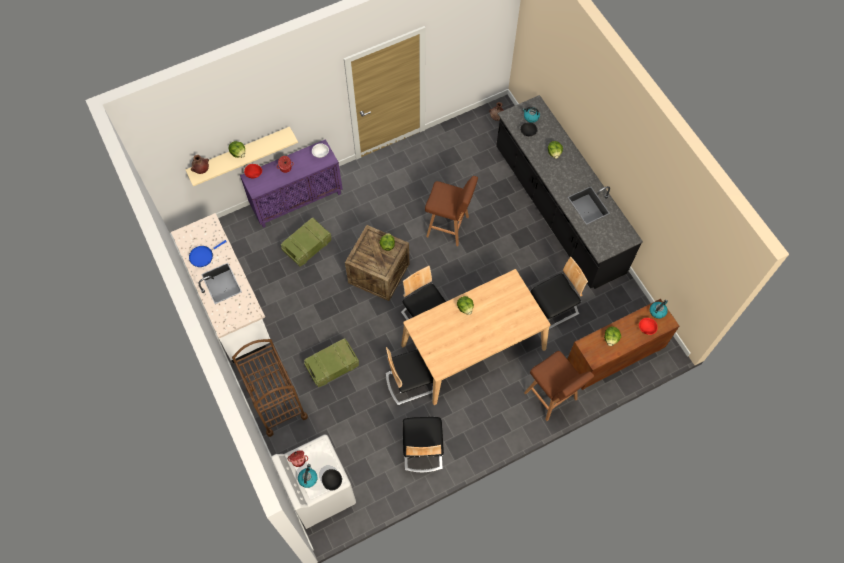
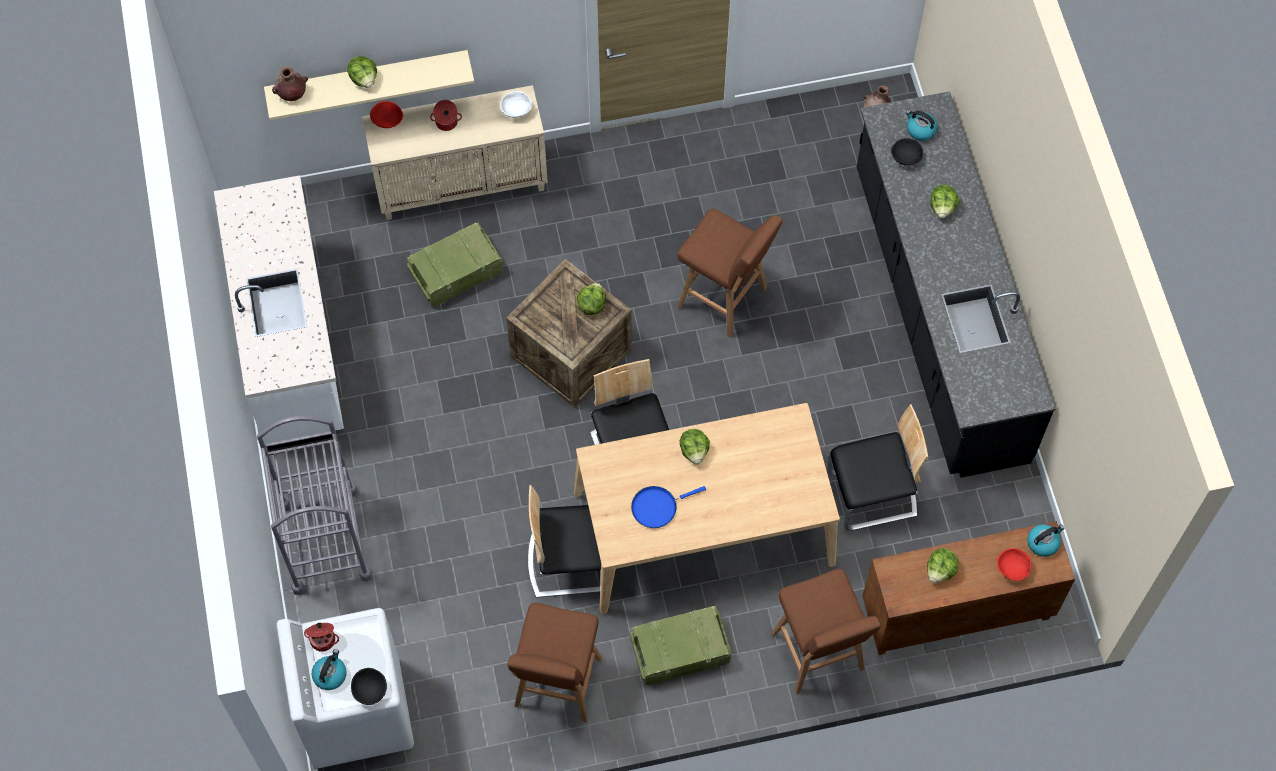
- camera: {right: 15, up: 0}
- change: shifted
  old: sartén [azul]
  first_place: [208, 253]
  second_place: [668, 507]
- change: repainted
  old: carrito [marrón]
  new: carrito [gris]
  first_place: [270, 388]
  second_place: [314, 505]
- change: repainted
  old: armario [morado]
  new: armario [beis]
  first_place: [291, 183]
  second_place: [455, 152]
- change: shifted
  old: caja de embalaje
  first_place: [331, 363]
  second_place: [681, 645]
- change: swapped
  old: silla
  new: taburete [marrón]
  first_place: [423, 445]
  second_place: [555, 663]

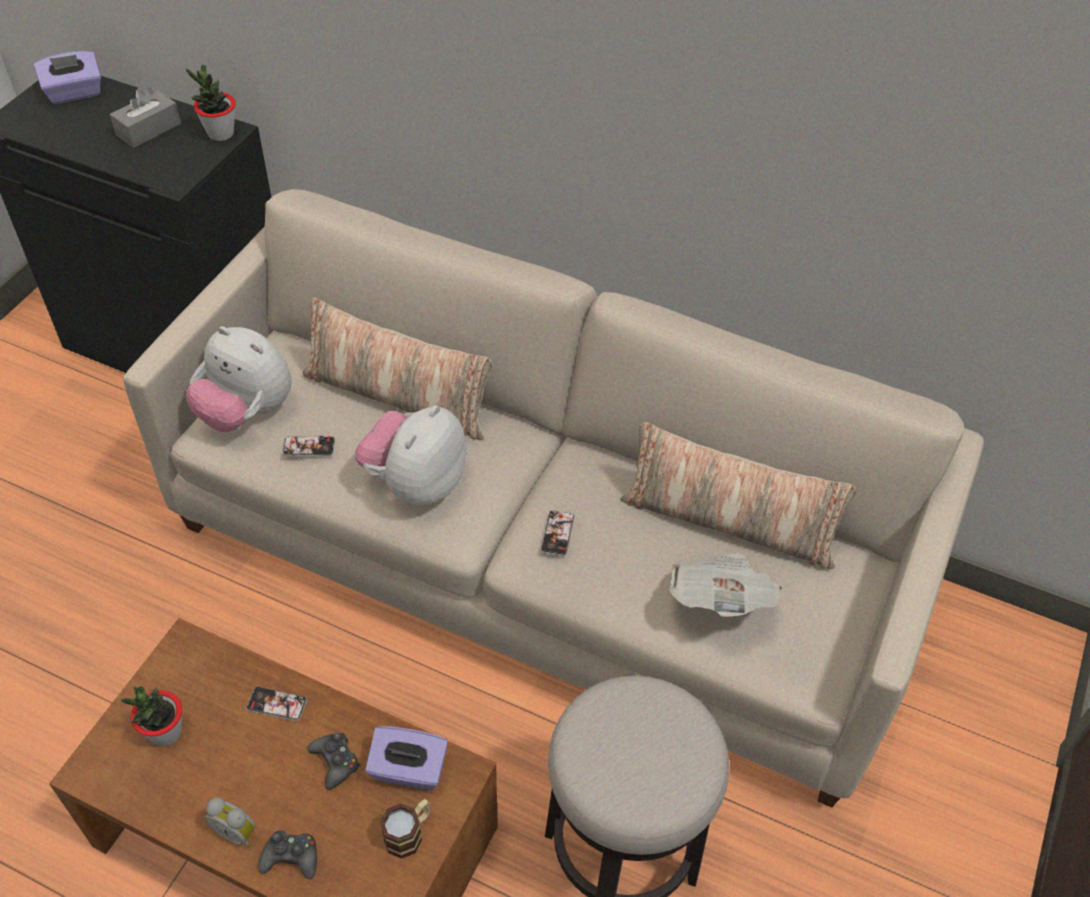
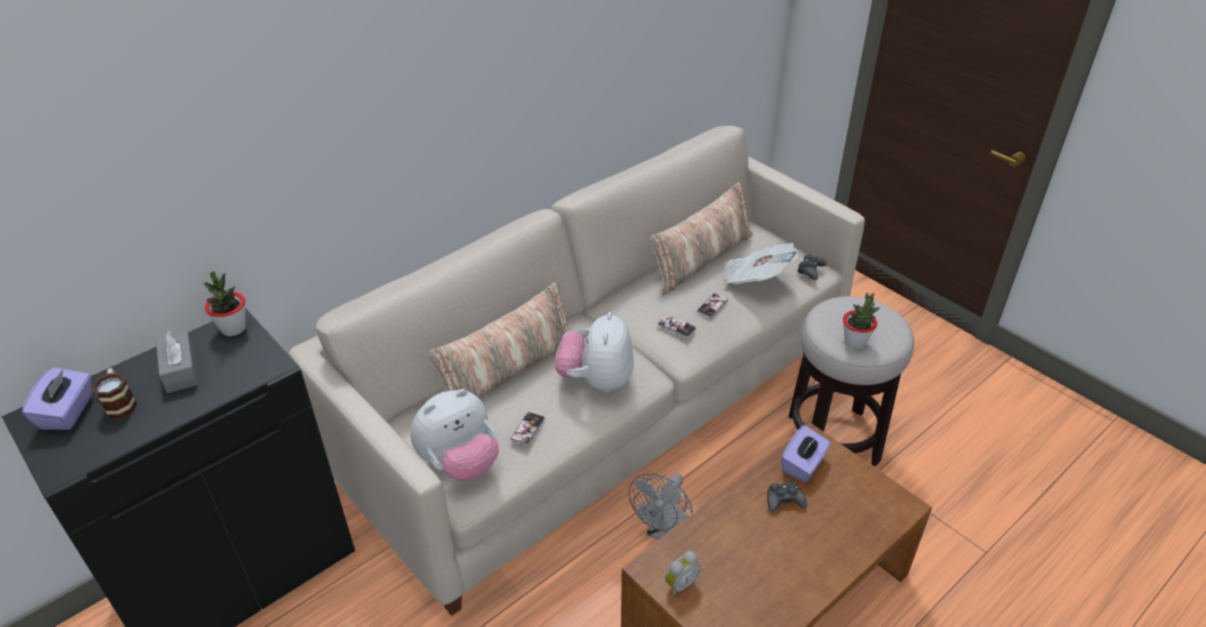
- camera: {right: -65, up: -10}
- change: shifted
  old: planta en maceta
  first_place: [151, 716]
  second_place: [861, 321]
- change: shifted
  old: despertador
  first_place: [230, 822]
  second_place: [682, 574]
- change: shifted
  old: móvil
  first_place: [276, 704]
  second_place: [712, 305]
- change: shifted
  old: mando de consola [negro]
  first_place: [287, 854]
  second_place: [812, 267]
- change: rotated
  old: peluche
  first_place: [411, 455]
  second_place: [594, 352]
  degrees: 45
- change: shifted
  old: taza grande
  first_place: [405, 829]
  second_place: [114, 393]
- change: new
  new: ventilador [gris]
  second_place: [660, 506]

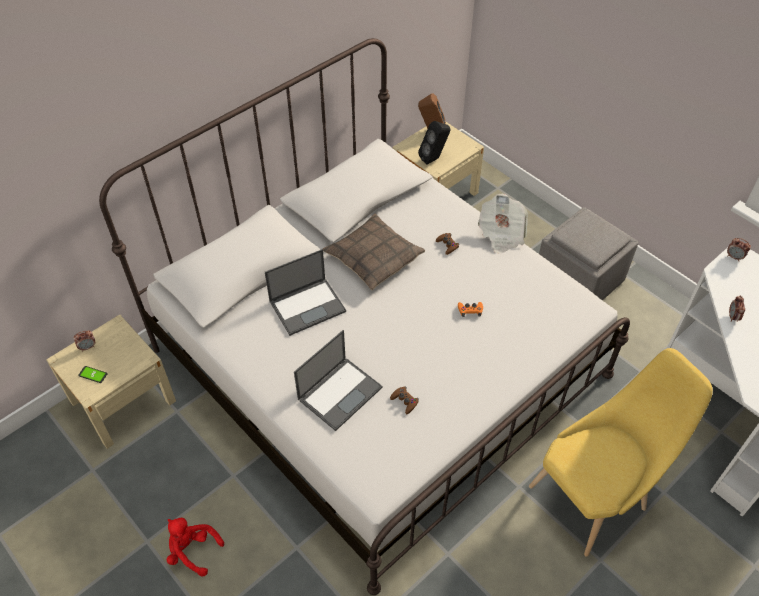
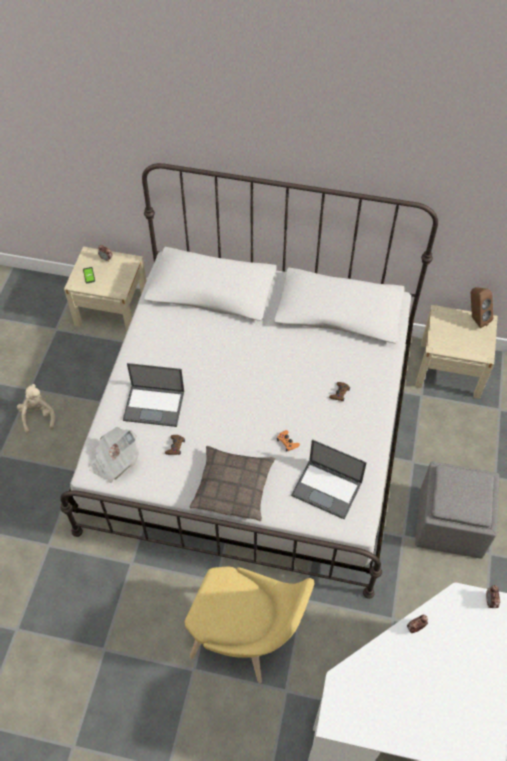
- camera: {right: 55, up: 5}
- change: repainted
  old: peluche [rojo]
  new: peluche [beis]
  first_place: [195, 547]
  second_place: [36, 408]
- change: shifted
  old: portátil
  first_place: [305, 292]
  second_place: [329, 479]
- change: shifted
  old: cojín
  first_place: [374, 251]
  second_place: [232, 483]
- change: gone
  old: altavoz [negro]
  first_place: [434, 143]
- change: shifted
  old: periódico
  first_place: [503, 224]
  second_place: [114, 455]

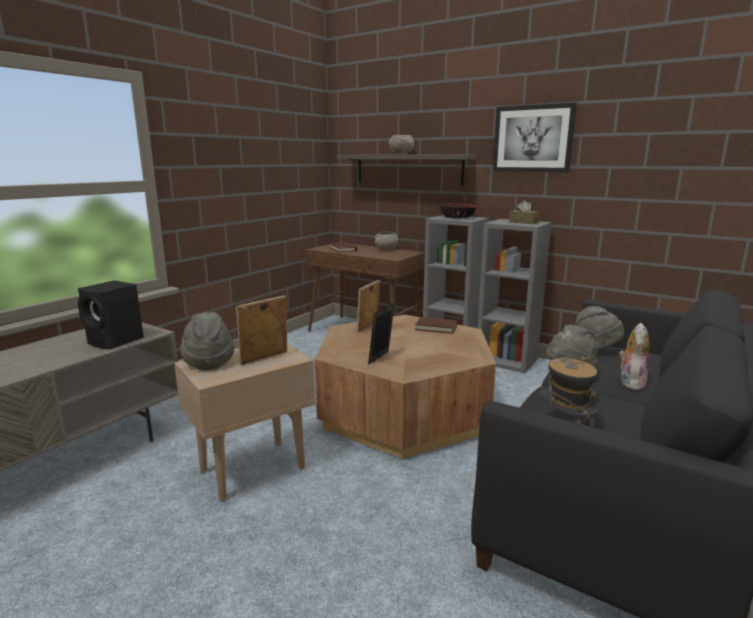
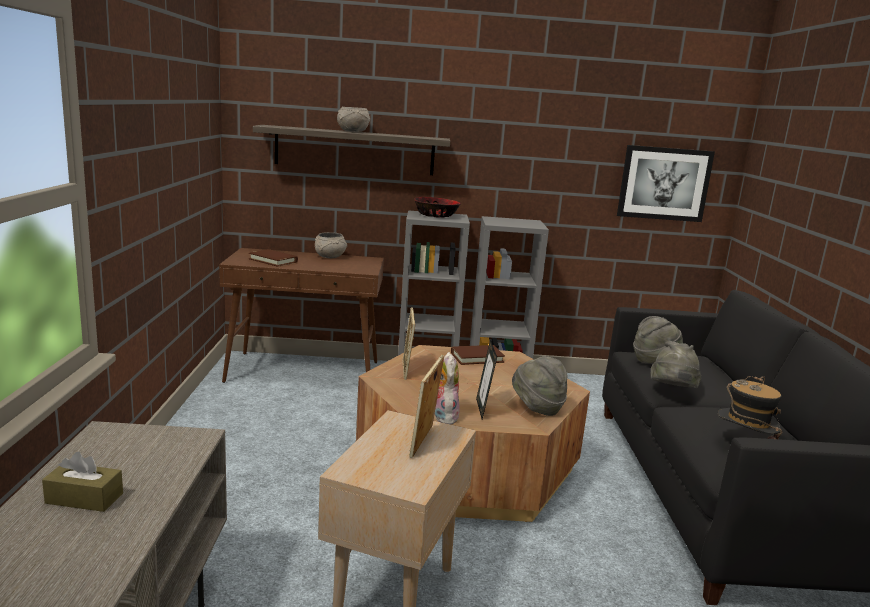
- camera: {right: -35, up: 0}
- change: gone
  old: altavoz [negro]
  first_place: [111, 315]
- change: shifted
  old: sombrero [gris]
  first_place: [207, 341]
  second_place: [539, 386]
- change: shifted
  old: cuadro
  first_place: [535, 137]
  second_place: [666, 183]
- change: shifted
  old: caja de pañuelos [marrón]
  first_place: [524, 212]
  second_place: [82, 482]
- change: shifted
  old: peluche
  first_place: [634, 356]
  second_place: [447, 388]

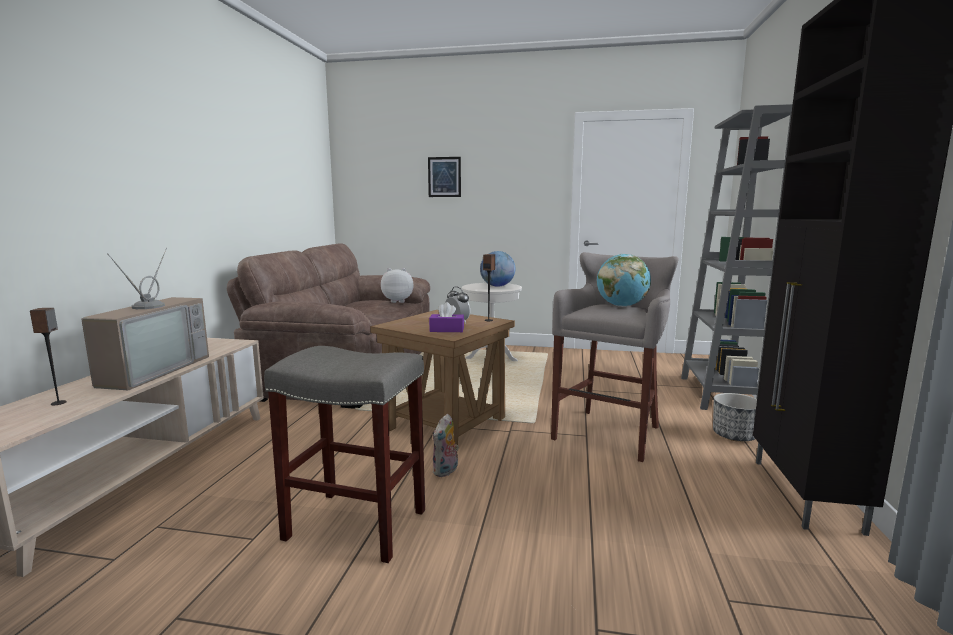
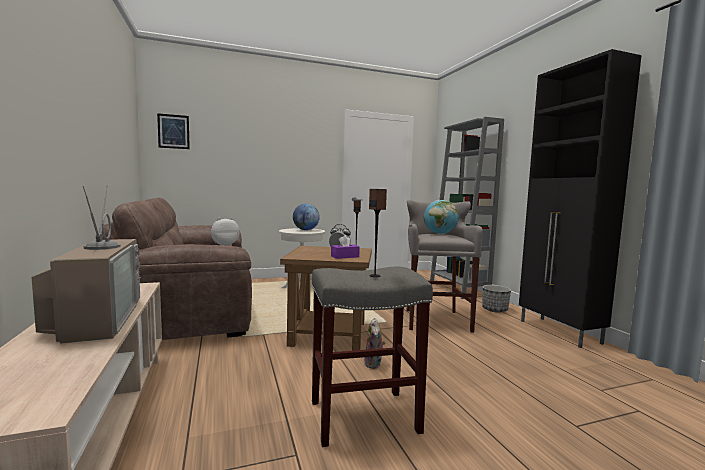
- camera: {right: -30, up: -5}
- change: shifted
  old: altavoz
  first_place: [48, 356]
  second_place: [378, 233]
- change: shifted
  old: cuadro
  first_place: [444, 177]
  second_place: [173, 131]

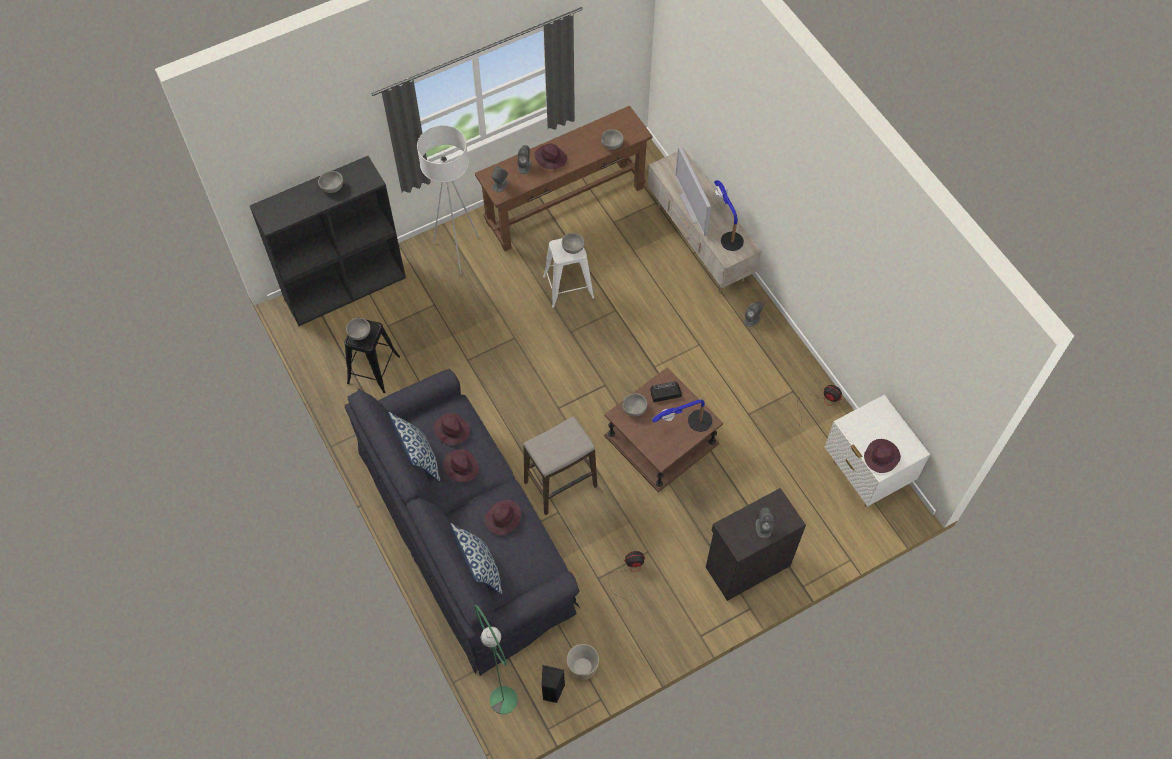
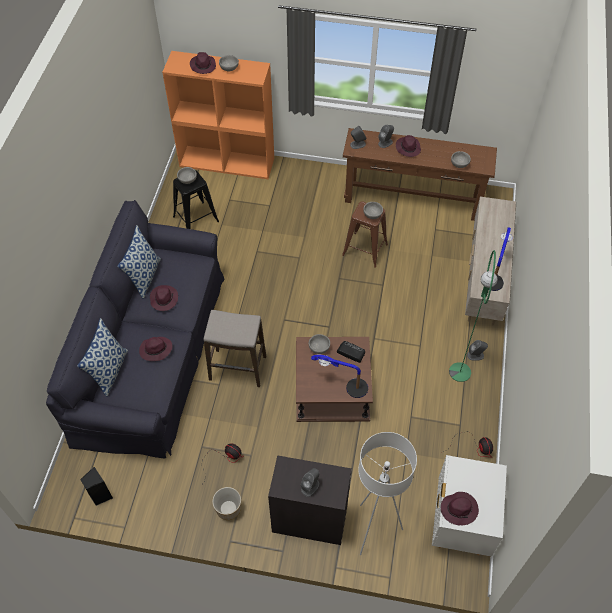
- camera: {right: 40, up: -5}
- change: repainted
  old: estantería [negro]
  new: estantería [naranja]
  first_place: [328, 241]
  second_place: [218, 115]
- change: shifted
  old: lámpara de pie [blanco]
  first_place: [448, 199]
  second_place: [387, 493]
- change: shifted
  old: sombrero [morado]
  first_place: [452, 429]
  second_place: [203, 63]
- change: shifted
  old: lámpara de pie [verde]
  first_place: [496, 659]
  second_place: [473, 316]
- change: repainted
  old: taburete [blanco]
  new: taburete [marrón]
  first_place: [568, 272]
  second_place: [365, 235]
- change: shifted
  old: maceta
  first_place: [583, 662]
  second_place: [226, 503]
- change: gone
  old: televisor
  first_place: [693, 191]

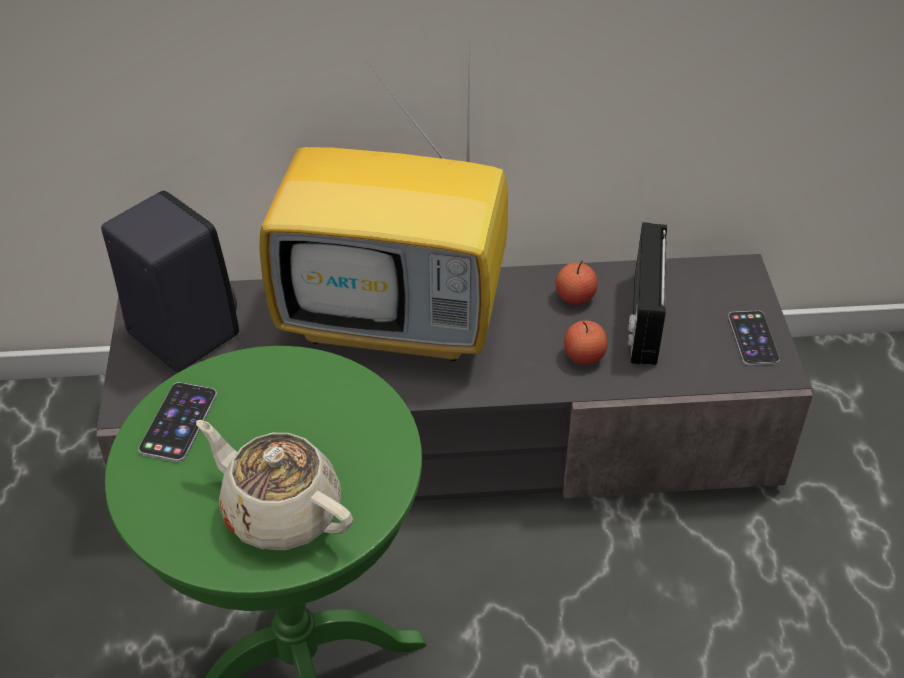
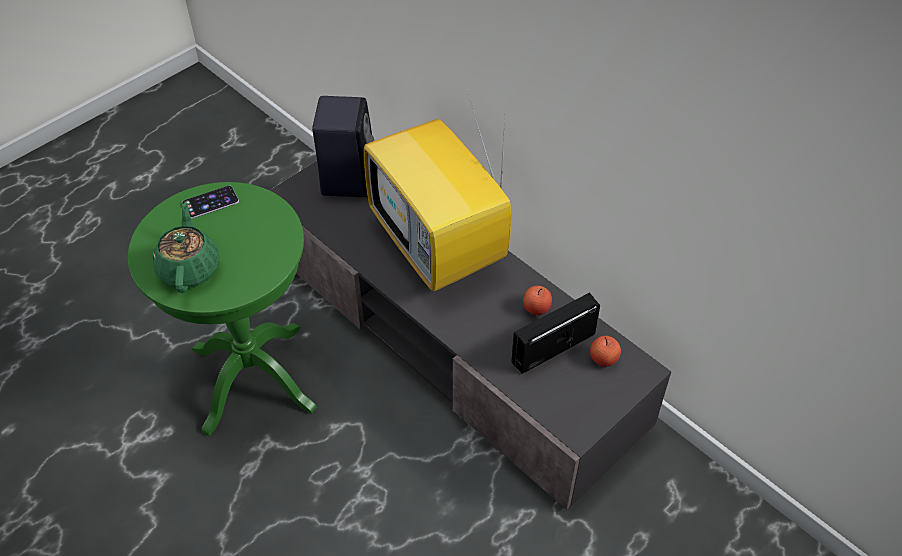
- camera: {right: 50, up: 5}
- change: repainted
  old: tetera [beis]
  new: tetera [verde]
  first_place: [274, 485]
  second_place: [186, 247]
- change: shifted
  old: manzana
  first_place: [586, 342]
  second_place: [605, 351]
- change: gone
  old: móvil
  first_place: [754, 337]

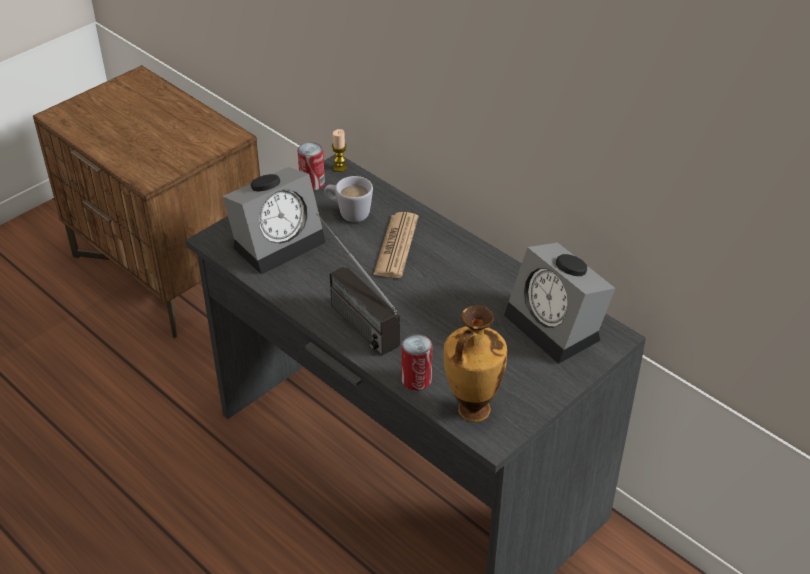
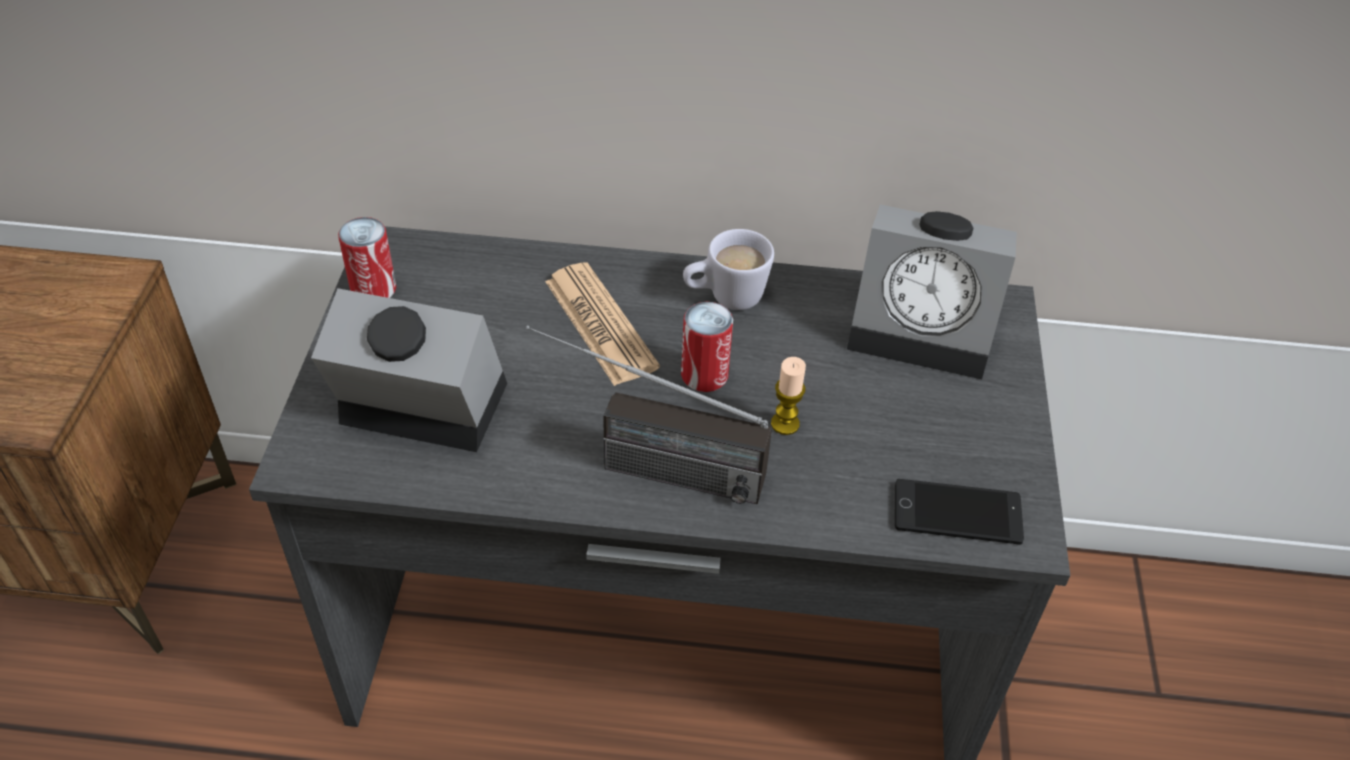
- camera: {right: -40, up: 5}
- change: rotated
  old: despertador
  first_place: [274, 221]
  second_place: [409, 370]
  degrees: -90
- change: shifted
  old: taza grande [blanco]
  first_place: [348, 199]
  second_place: [728, 269]
- change: shifted
  old: vela
  first_place: [339, 150]
  second_place: [788, 396]
- change: shifted
  old: lata
  first_place: [416, 362]
  second_place: [707, 347]
- change: swapped
  old: florero
  new: móvil
  first_place: [475, 363]
  second_place: [959, 512]

